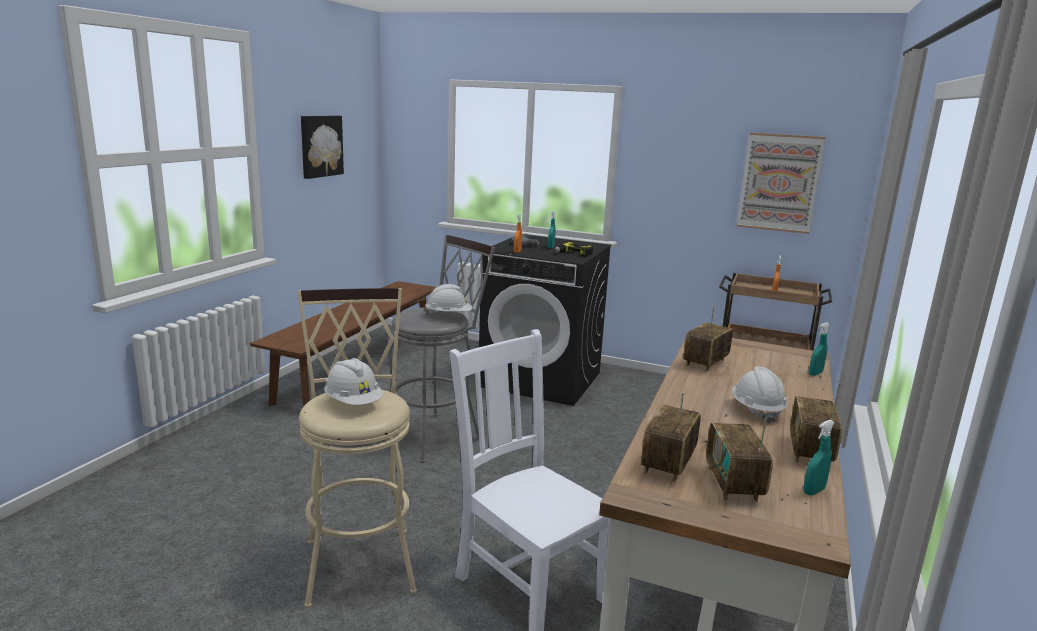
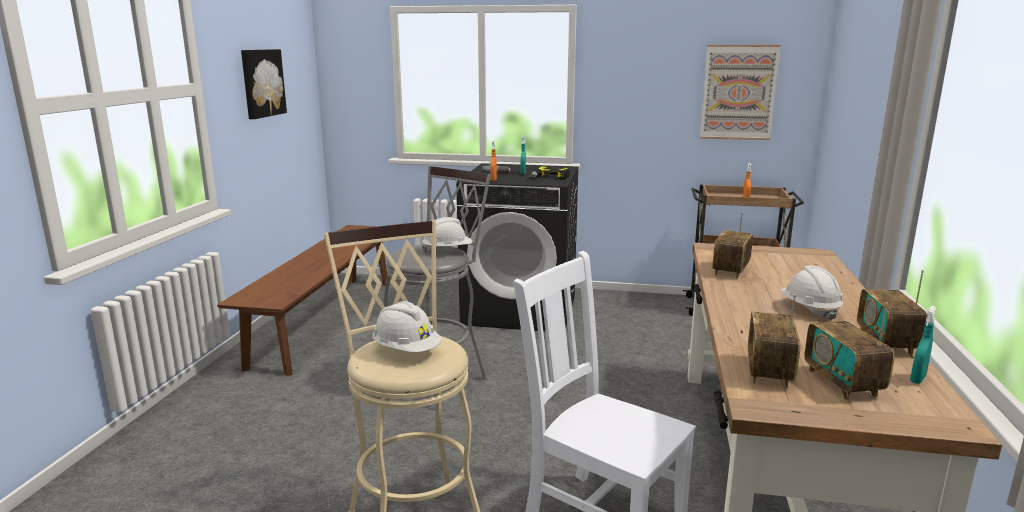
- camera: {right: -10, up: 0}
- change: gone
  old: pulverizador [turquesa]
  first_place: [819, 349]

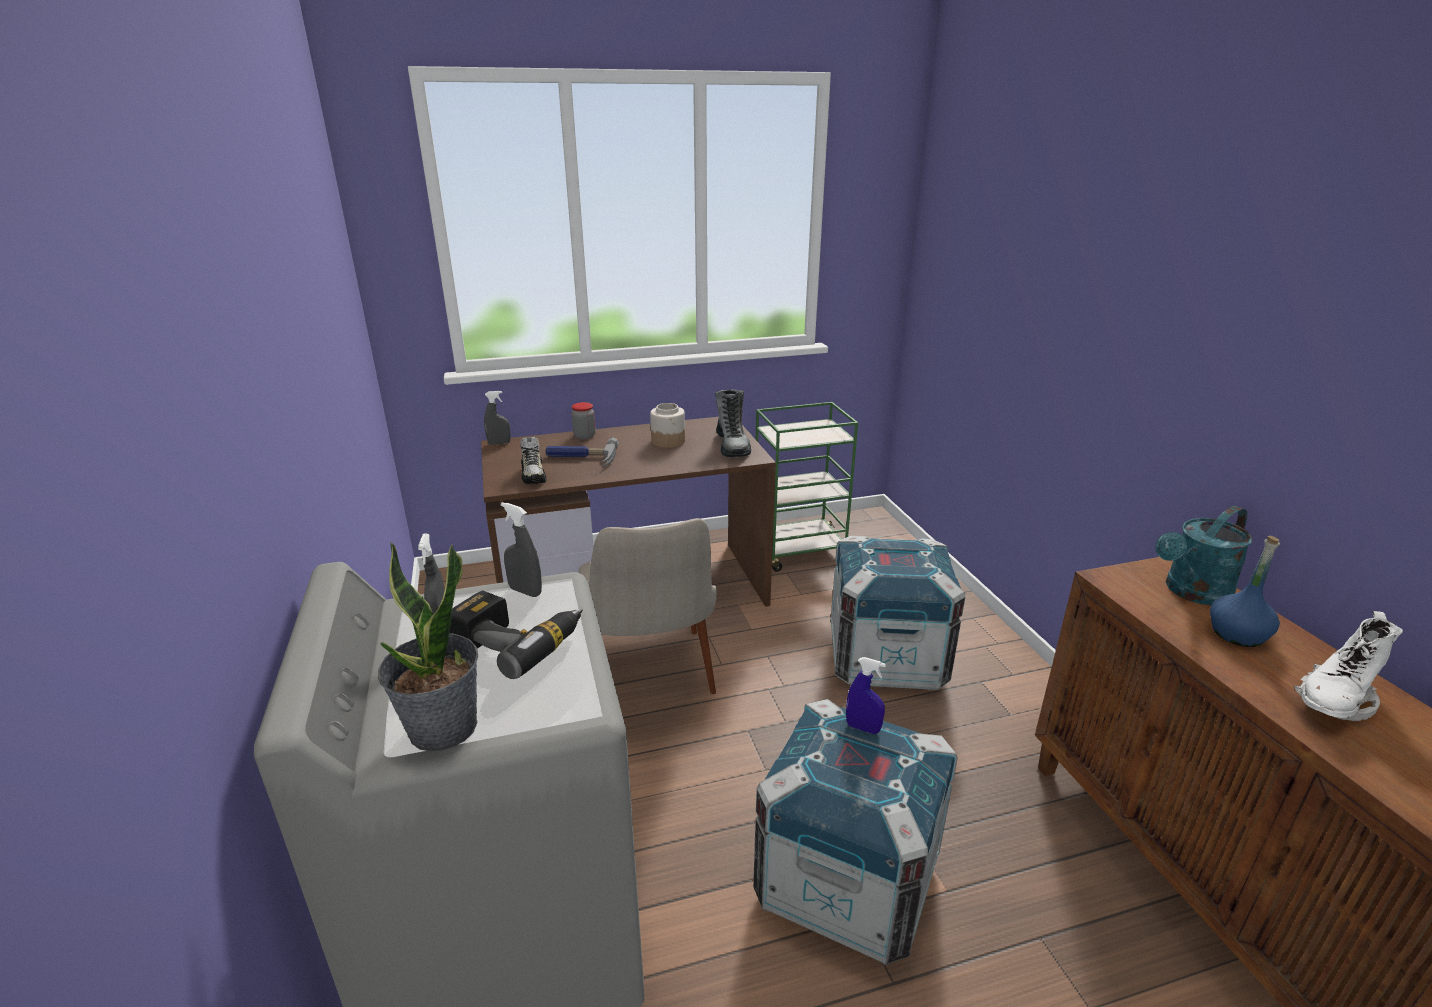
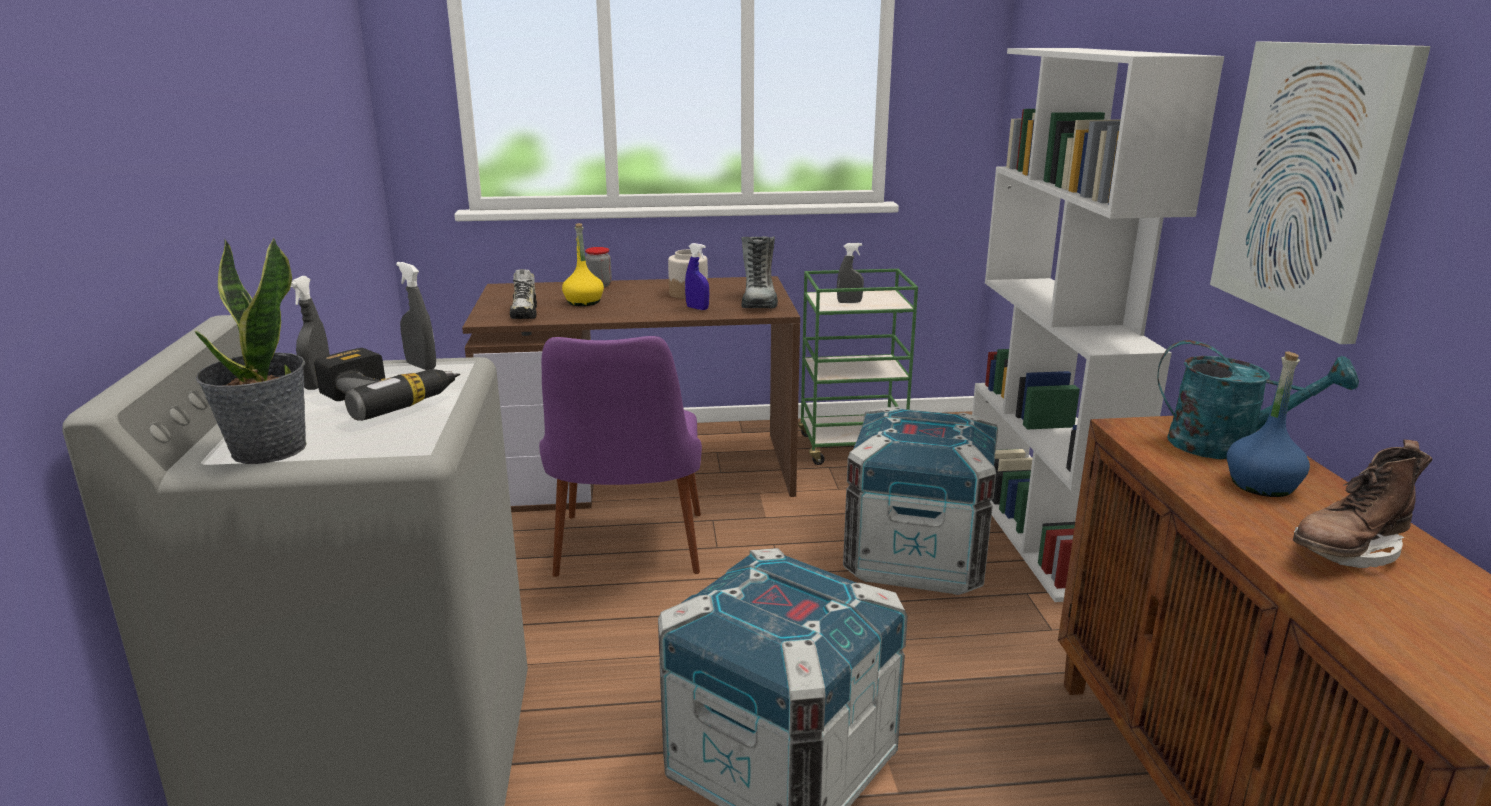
- camera: {right: 10, up: -5}
- change: shifted
  old: pulverizador [gris]
  first_place: [497, 418]
  second_place: [850, 273]
- change: swapped
  old: martillo
  new: botella [amarillo]
  first_place: [582, 452]
  second_place: [583, 264]
- change: repainted
  old: silla [beis]
  new: silla [morado]
  first_place: [648, 606]
  second_place: [620, 456]
- change: shifted
  old: pulverizador [azul]
  first_place: [866, 695]
  second_place: [697, 276]
- change: rotated
  old: regadera [turquesa]
  first_place: [1204, 555]
  second_place: [1258, 399]
  degrees: -135
- change: repainted
  old: bota [blanco]
  new: bota [marrón]
  first_place: [1348, 666]
  second_place: [1362, 504]
- change: new
  new: estantería [blanco]
  second_place: [1098, 325]
- change: new
  new: cuadro
  second_place: [1320, 193]

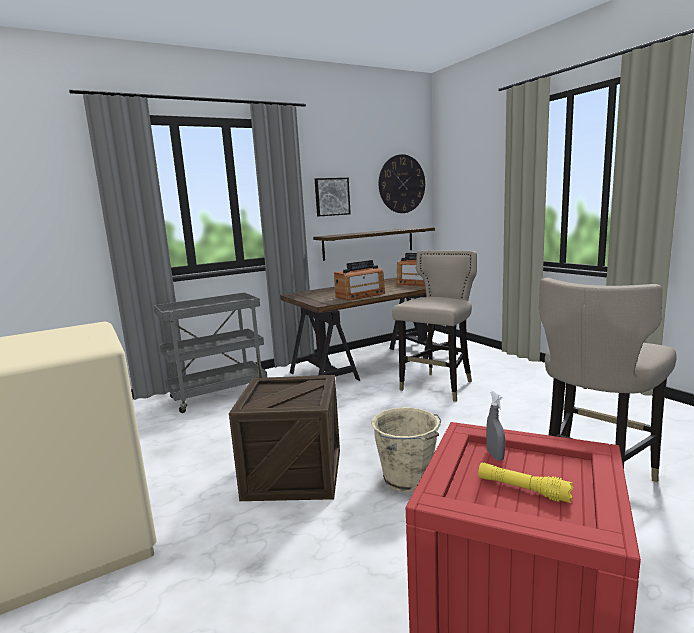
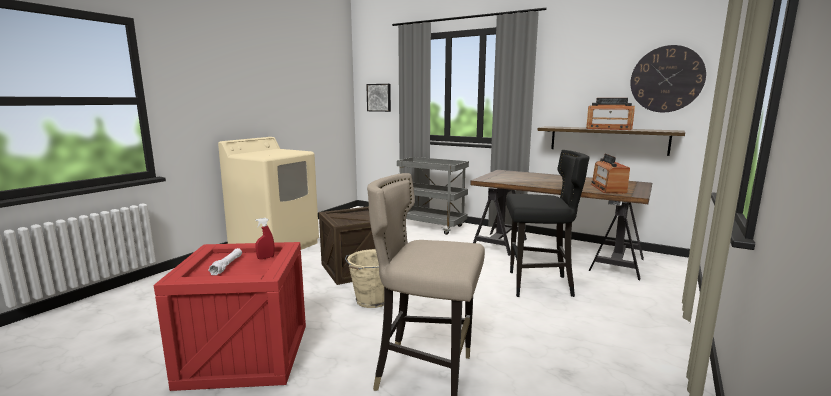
- camera: {right: 60, up: 0}
- change: shifted
  old: cuadro
  first_place: [333, 197]
  second_place: [378, 98]
- change: shifted
  old: radio
  first_place: [359, 280]
  second_place: [610, 114]
- change: repainted
  old: taburete [beis]
  new: taburete [negro]
  first_place: [434, 326]
  second_place: [548, 223]
- change: repainted
  old: linterna [amarillo]
  new: linterna [blanco]
  first_place: [525, 483]
  second_place: [225, 261]
- change: repainted
  old: pulverizador [gris]
  new: pulverizador [rojo]
  first_place: [495, 425]
  second_place: [265, 238]

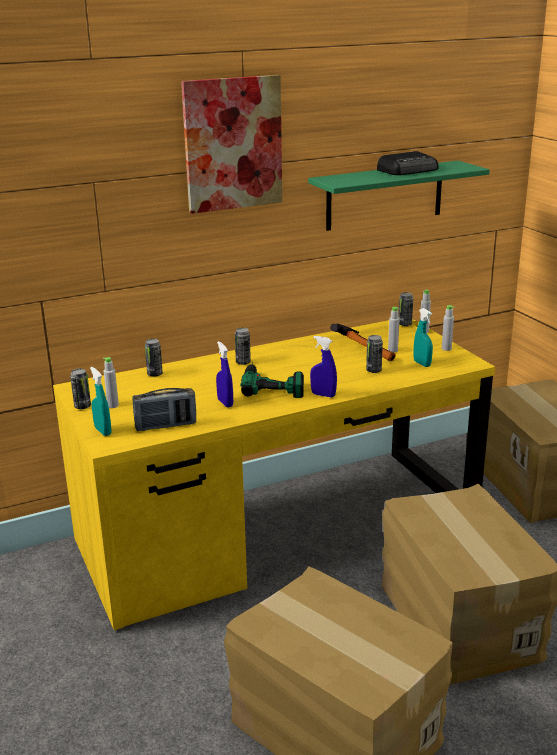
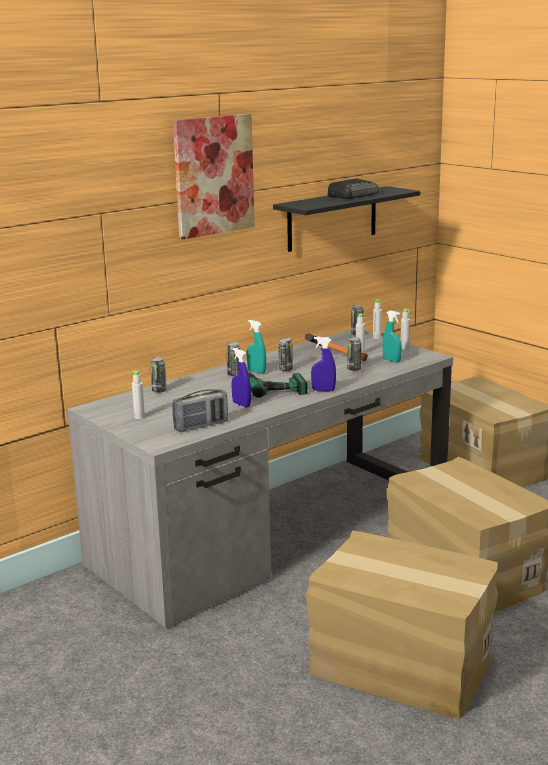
- camera: {right: -15, up: -5}
- change: repainted
  old: escritorio [amarillo]
  new: escritorio [gris]
  first_place: [274, 474]
  second_place: [260, 479]
- change: shifted
  old: lata
  first_place: [80, 388]
  second_place: [285, 354]
- change: shifted
  old: pulverizador [turquesa]
  first_place: [100, 401]
  second_place: [256, 347]
- change: repainted
  old: estante [verde]
  new: estante [negro]
  first_place: [399, 196]
  second_place: [346, 219]

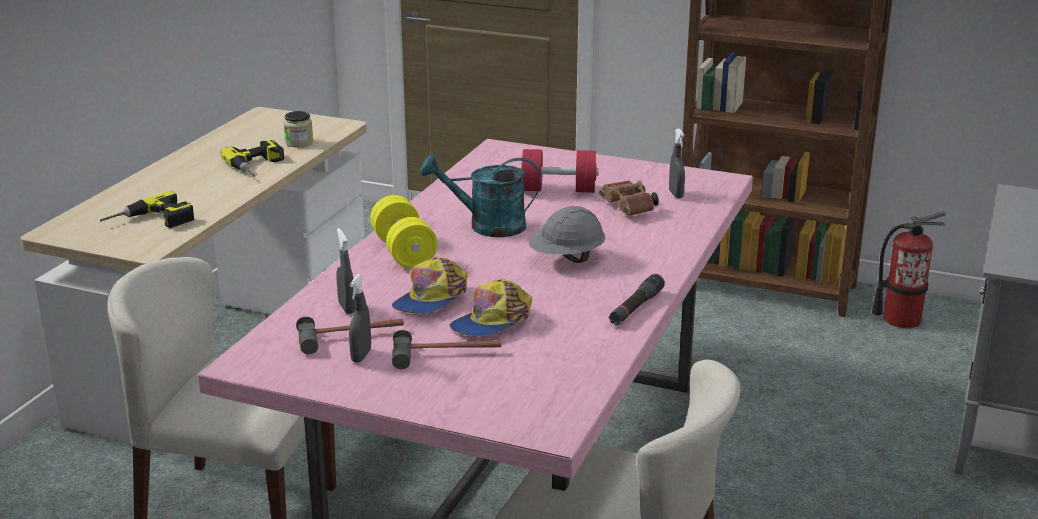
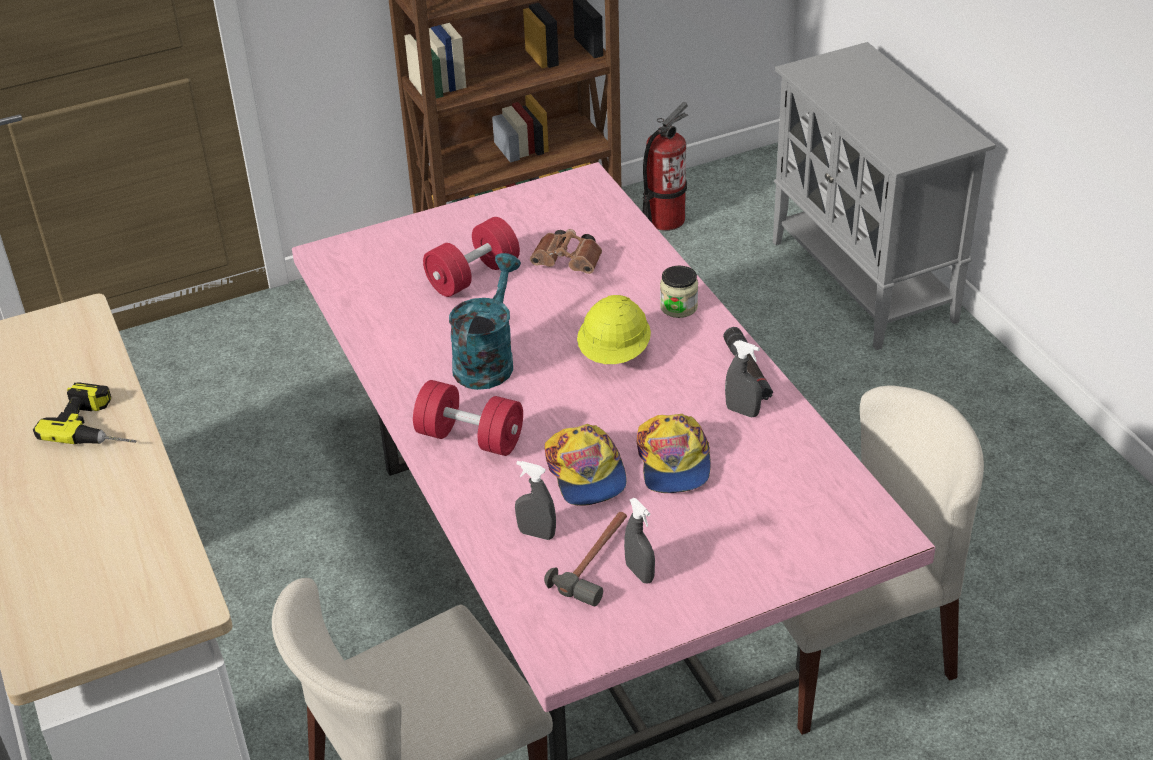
- camera: {right: -45, up: 15}
- change: gone
  old: taladro
  first_place: [147, 209]
- change: shifted
  old: tarro
  first_place: [298, 129]
  second_place: [679, 292]
- change: repainted
  old: mancuerna [amarillo]
  new: mancuerna [rojo]
  first_place: [404, 232]
  second_place: [468, 418]
- change: gone
  old: martillo
  first_place: [446, 349]
- change: rotated
  old: regadera [turquesa]
  first_place: [480, 196]
  second_place: [485, 321]
  degrees: 150
- change: repainted
  old: casco [gris]
  new: casco [amarillo]
  first_place: [566, 234]
  second_place: [614, 329]
- change: shifted
  old: pulverizador [gris]
  first_place: [677, 163]
  second_place: [743, 378]

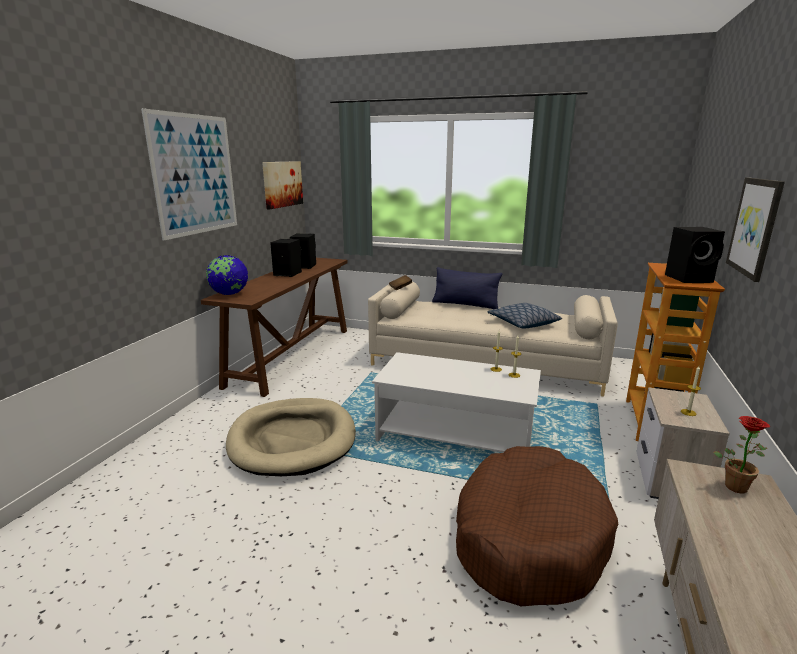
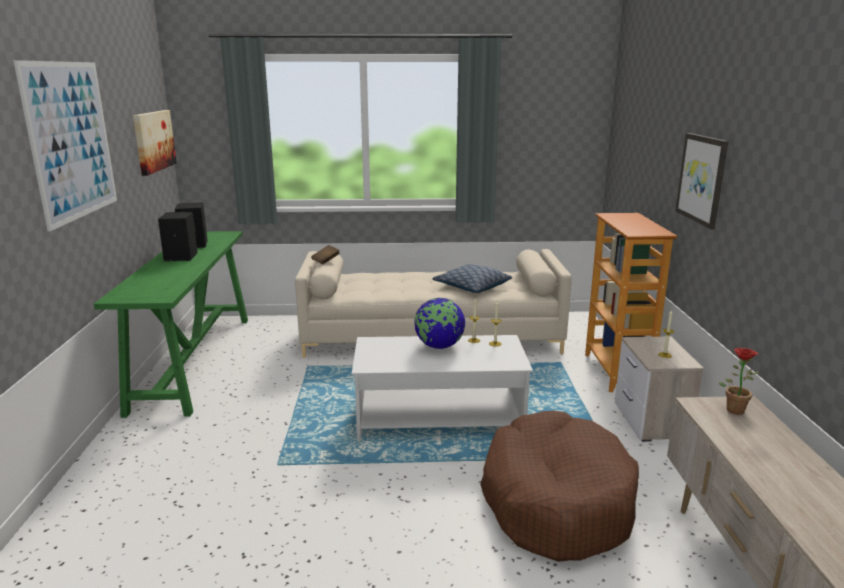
- camera: {right: -20, up: 0}
- change: repainted
  old: mesa consola [marrón]
  new: mesa consola [verde]
  first_place: [274, 327]
  second_place: [171, 324]
- change: shifted
  old: globo terráqueo
  first_place: [227, 275]
  second_place: [439, 323]
- change: gone
  old: cama para perro [beis]
  first_place: [291, 437]
- change: gone
  old: cojín [azul]
  first_place: [467, 288]
- change: gone
  old: altavoz [negro]
  first_place: [695, 255]

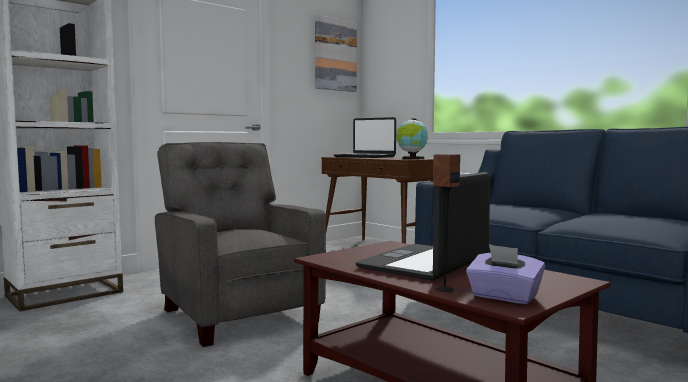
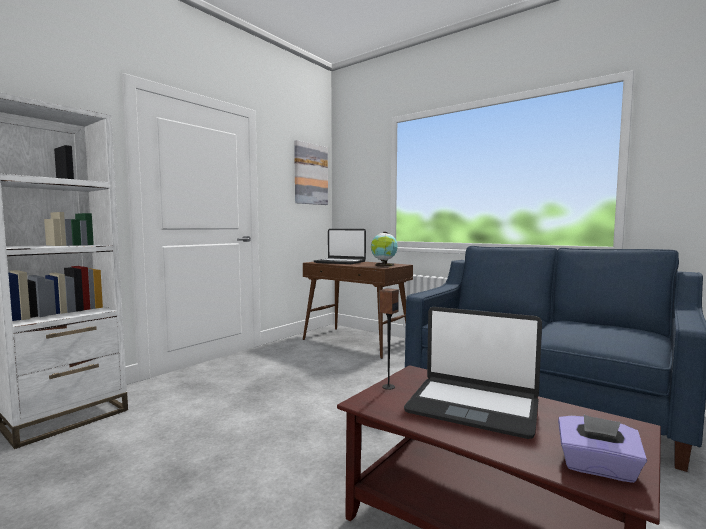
- camera: {right: -10, up: 0}
- change: gone
  old: sillón [gris]
  first_place: [240, 244]
- change: rotated
  old: portátil
  first_place: [423, 226]
  second_place: [473, 373]
  degrees: -90
- change: shifted
  old: altavoz
  first_place: [446, 223]
  second_place: [389, 339]

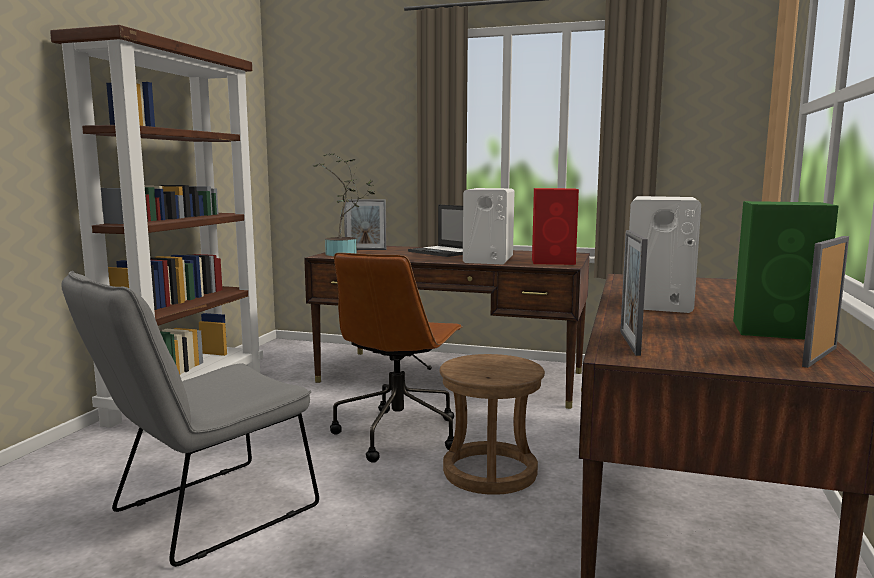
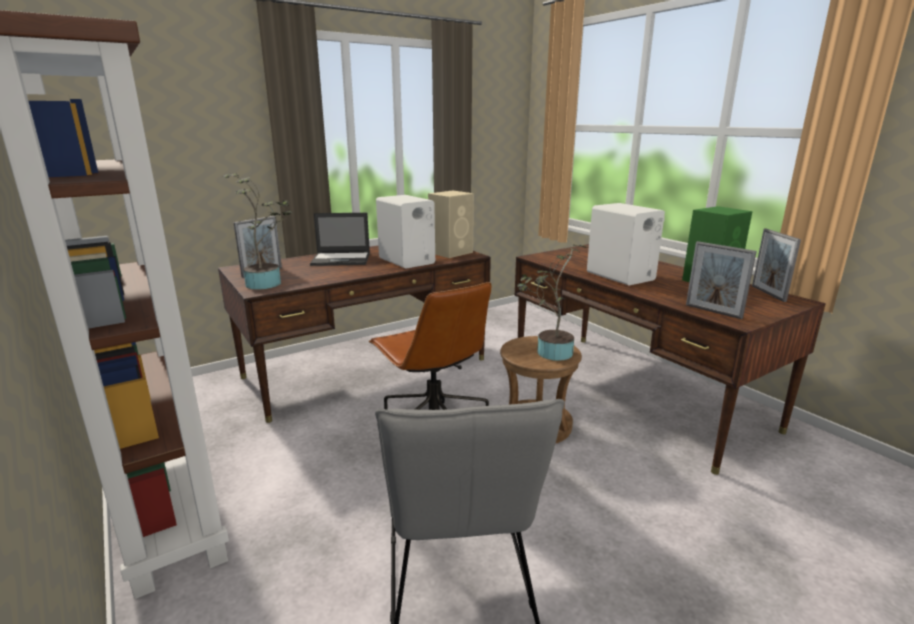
- camera: {right: -50, up: 10}
- change: repainted
  old: altavoz [rojo]
  new: altavoz [beis]
  first_place: [555, 226]
  second_place: [451, 224]
- change: new
  new: planta en maceta
  second_place: [553, 303]

